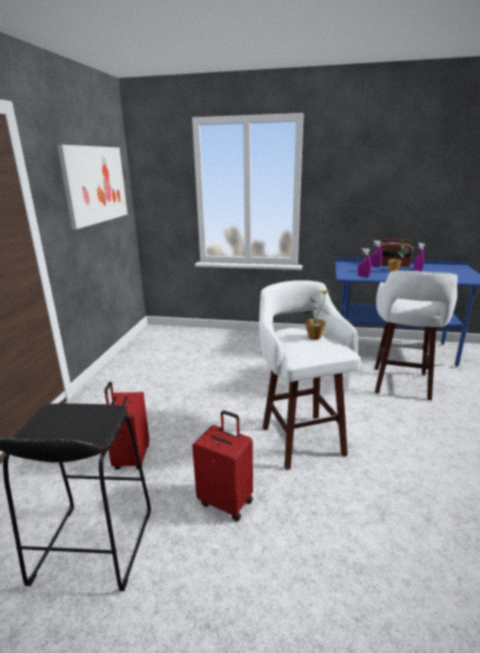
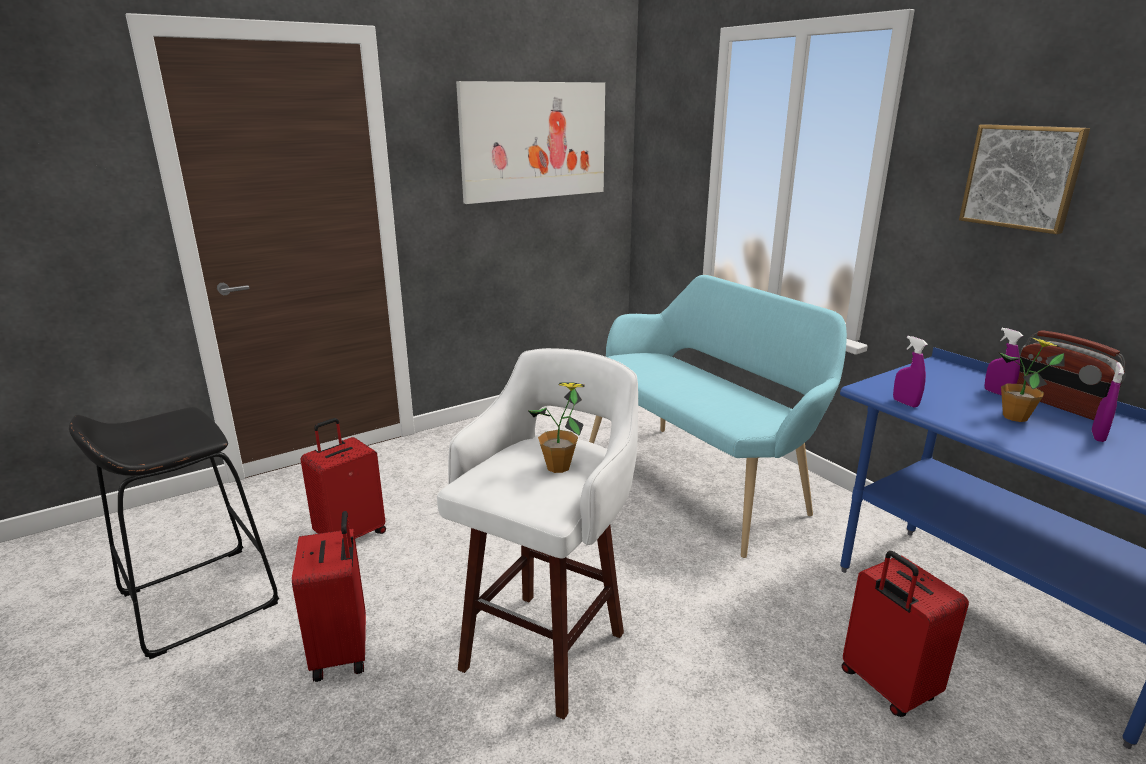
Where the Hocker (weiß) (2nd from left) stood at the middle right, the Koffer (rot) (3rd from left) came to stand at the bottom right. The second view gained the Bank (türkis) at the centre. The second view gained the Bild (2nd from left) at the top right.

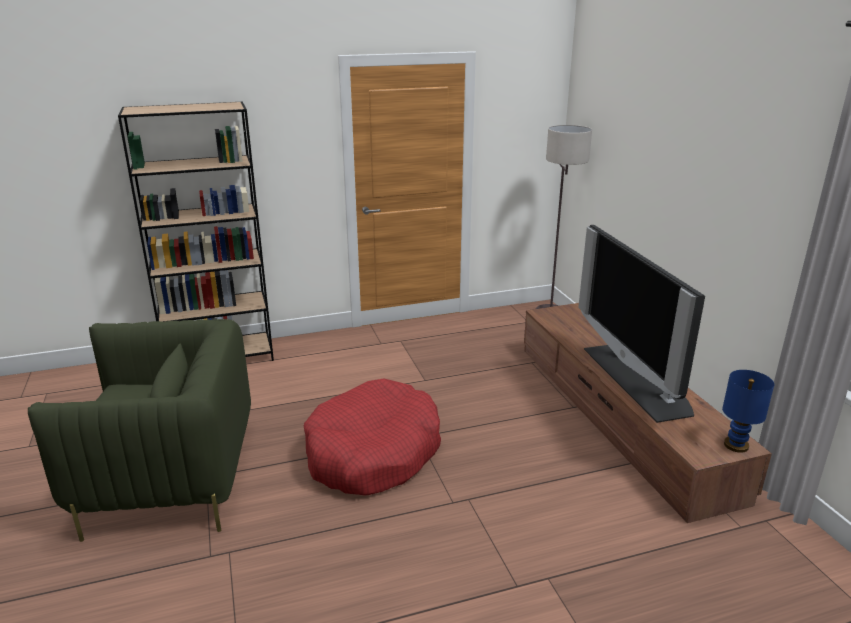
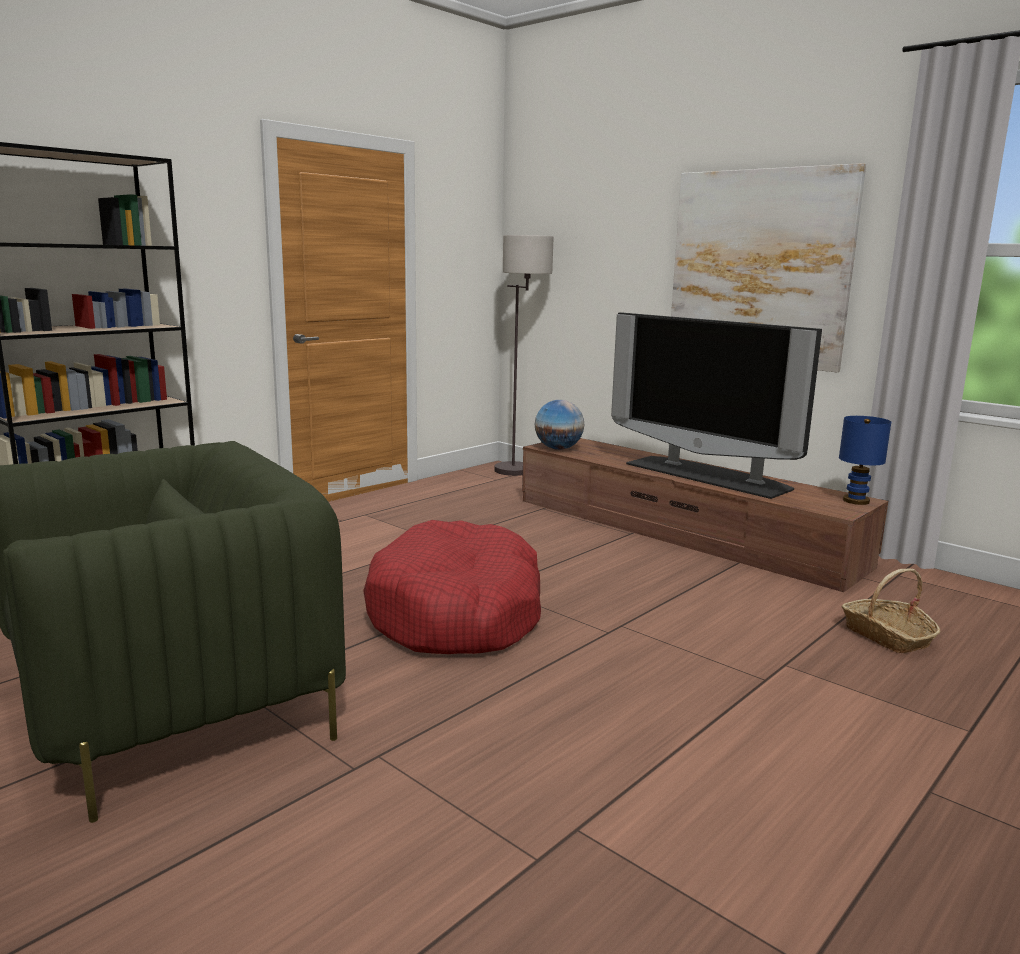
The second view gained the Globus at the centre. The second view gained the Bild at the top right. The second view gained the Korb at the middle right.

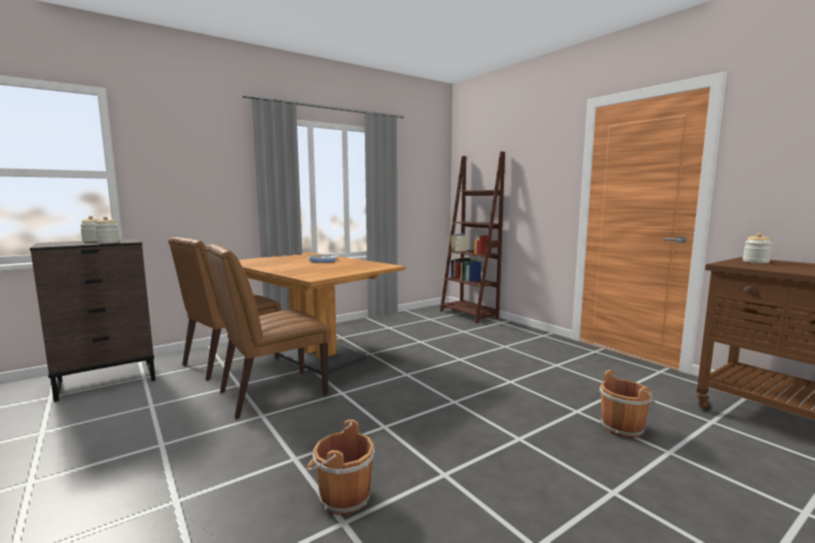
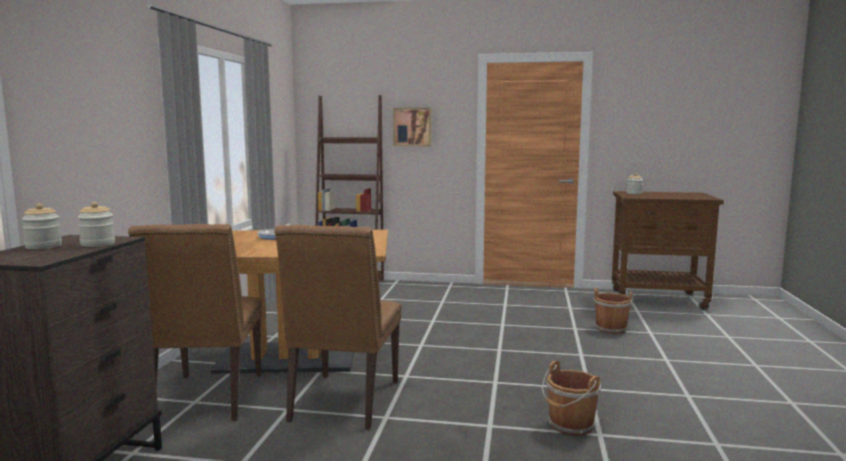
The second view gained the Bild at the top centre.

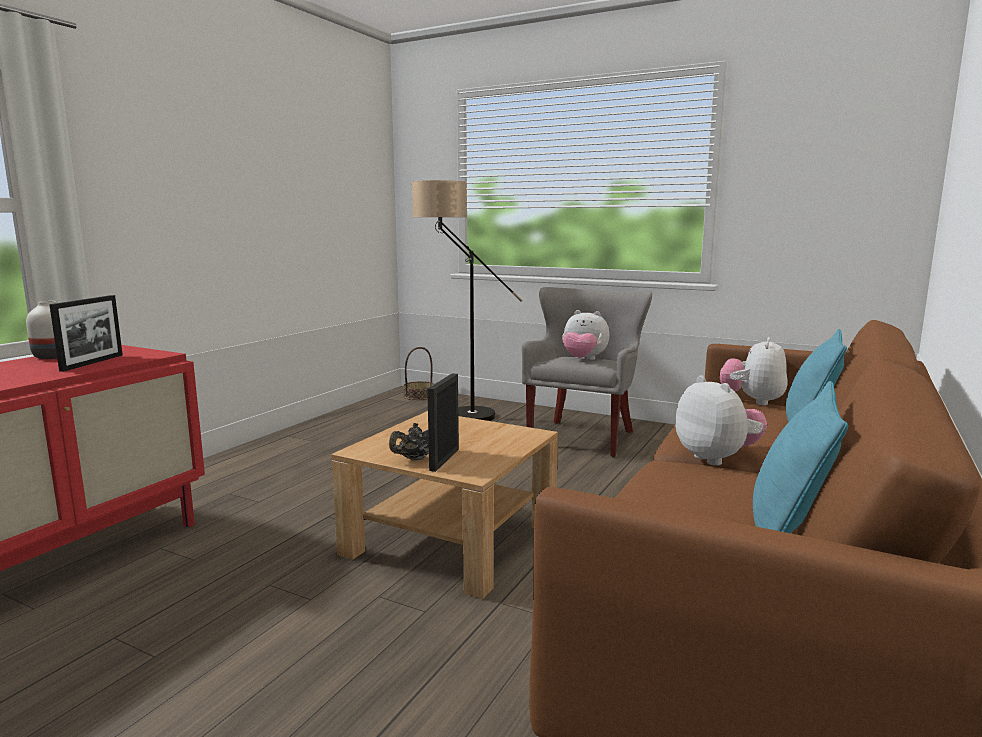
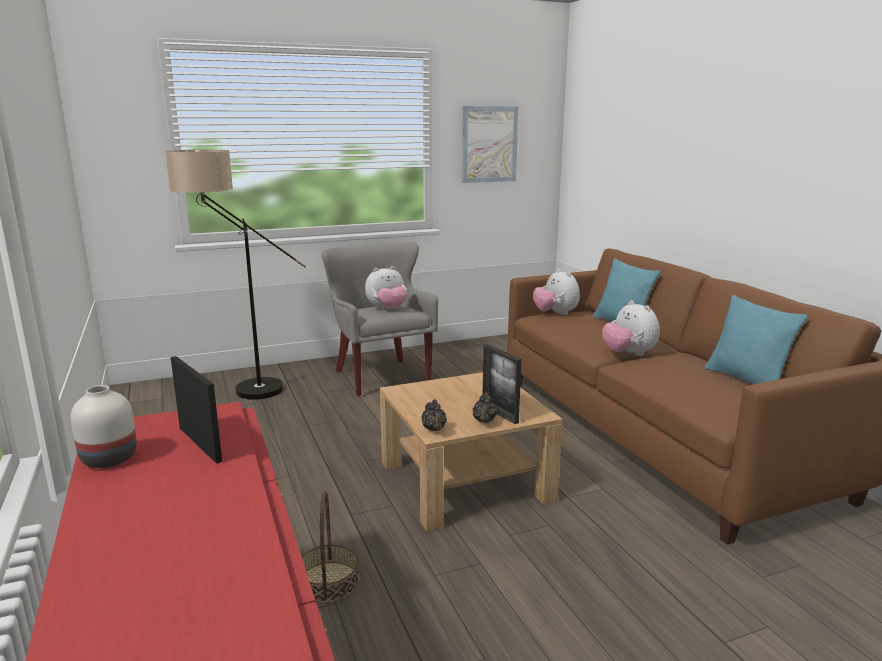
The Korb ended up elsewhere, having gone from the centre to the bottom centre. The Plüschtier (2nd from left in the first image) at the middle right ended up facing another way, 135 degrees counterclockwise from before. The second view gained the Teekanne (schwarz) (1st from left) at the centre. The second view gained the Bild at the top centre.

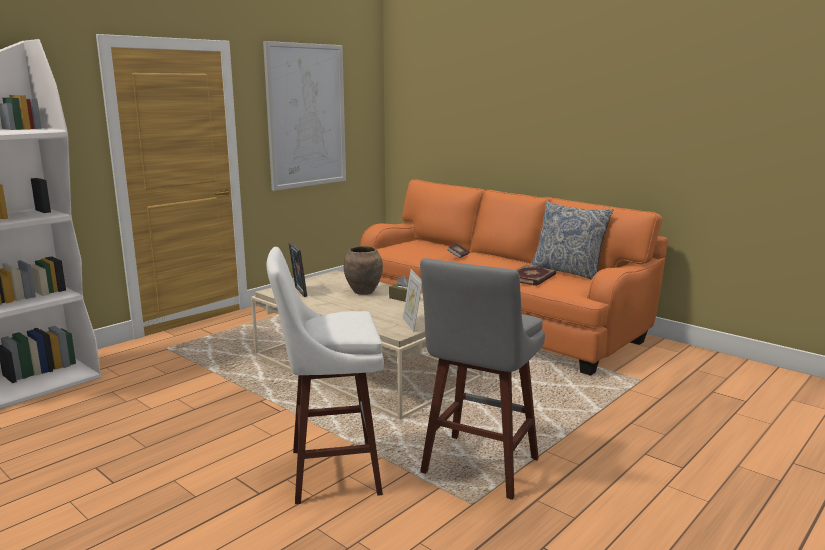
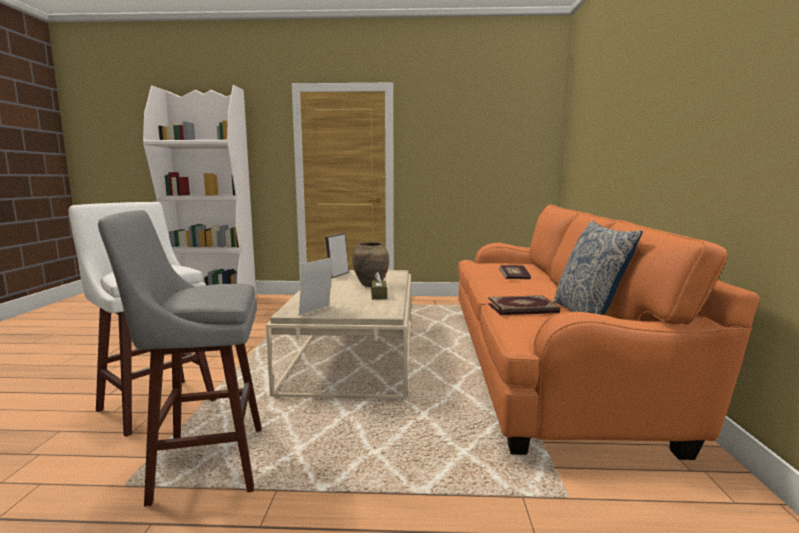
The second view lost the Bild at the top centre.

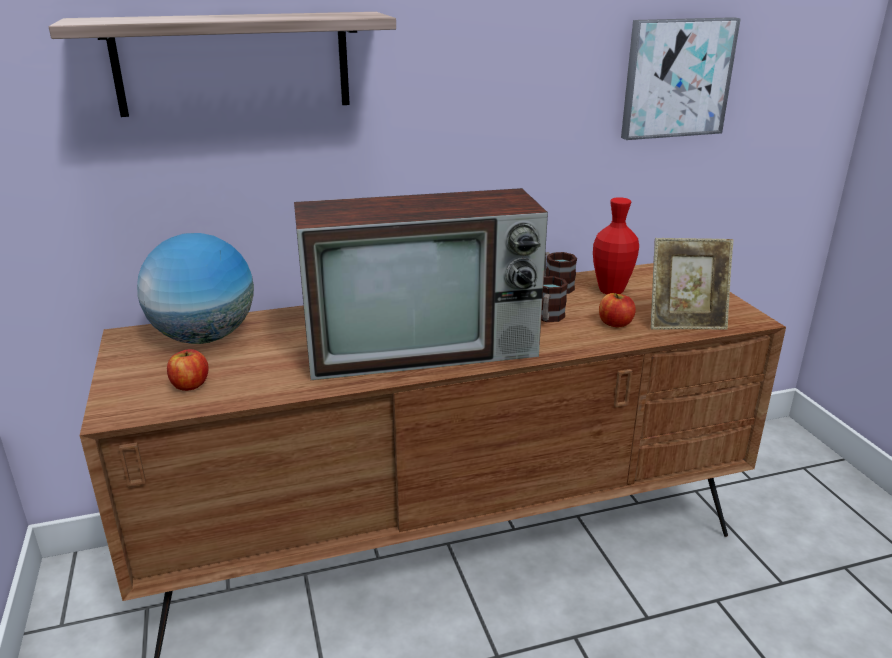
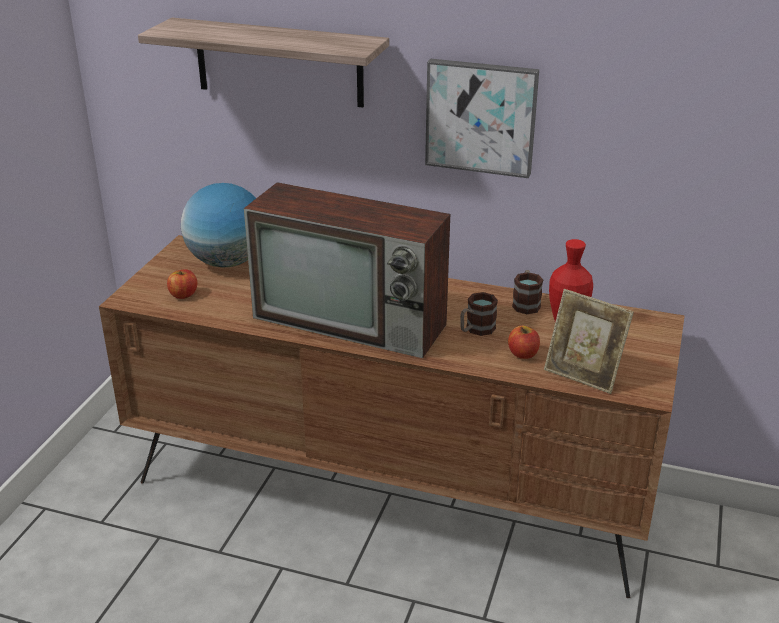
The Bild ended up elsewhere, having gone from the top right to the top centre.

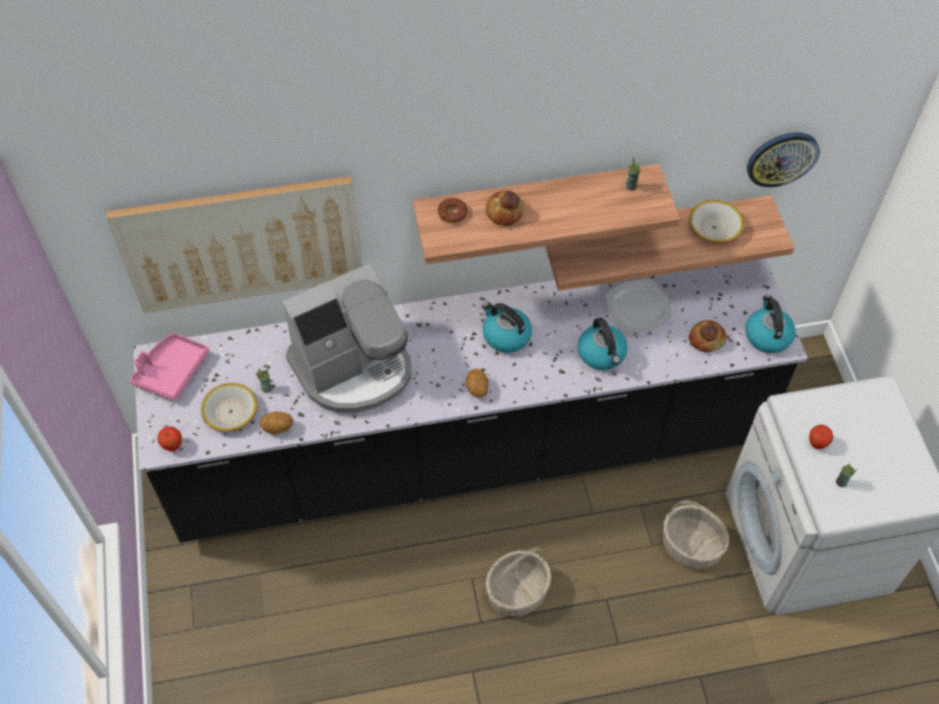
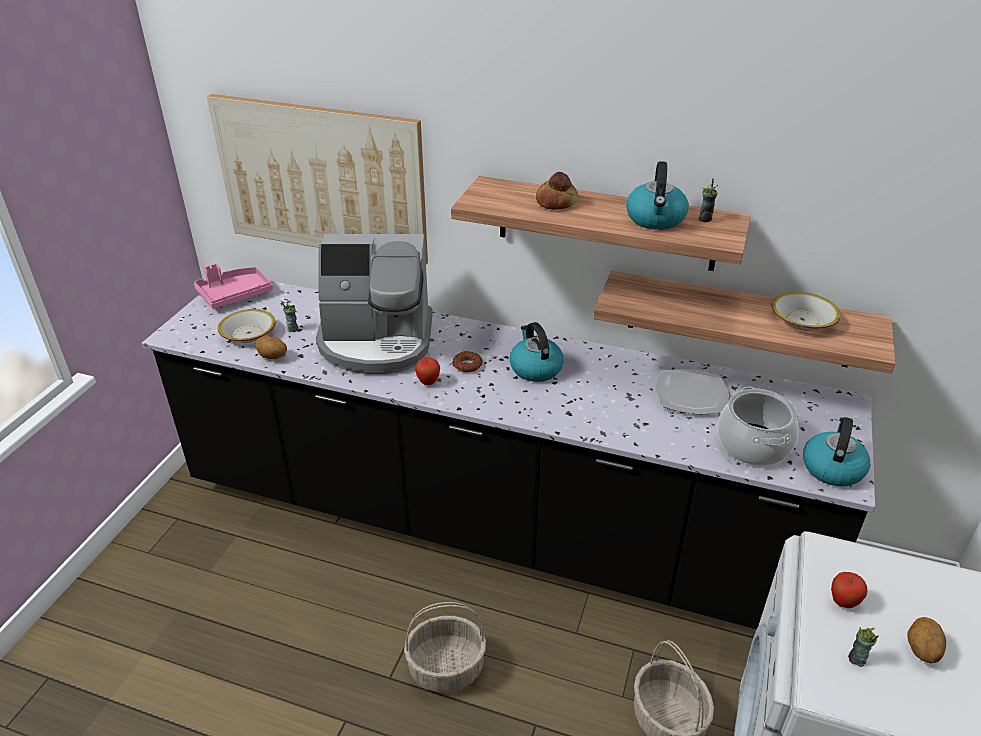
The Apfel (1st from left) ended up elsewhere, having gone from the middle left to the centre. The Donut ended up elsewhere, having gone from the top centre to the centre. The Kartoffel (2nd from left) ended up elsewhere, having gone from the centre to the bottom right. The Wasserkessel (2nd from left) ended up elsewhere, having gone from the centre to the top right. Where the Brot (2nd from left) stood at the middle right, the Kochtopf came to stand at the middle right. The second view lost the Wanduhr at the top right.

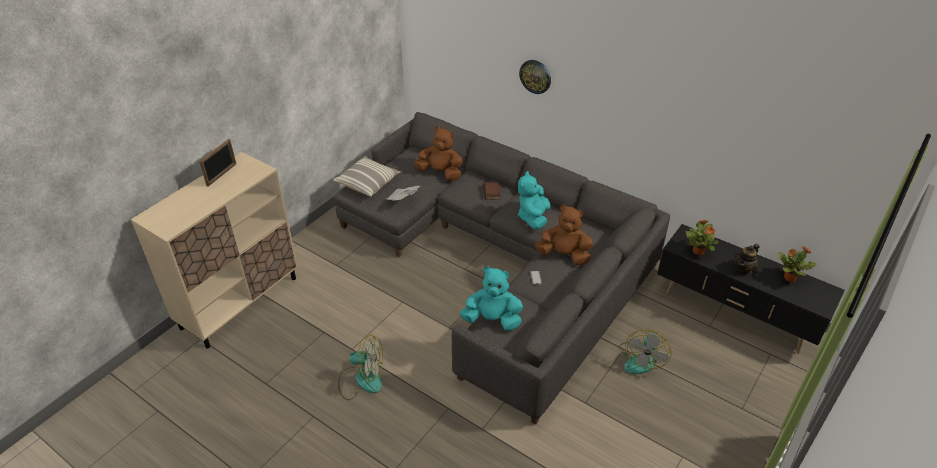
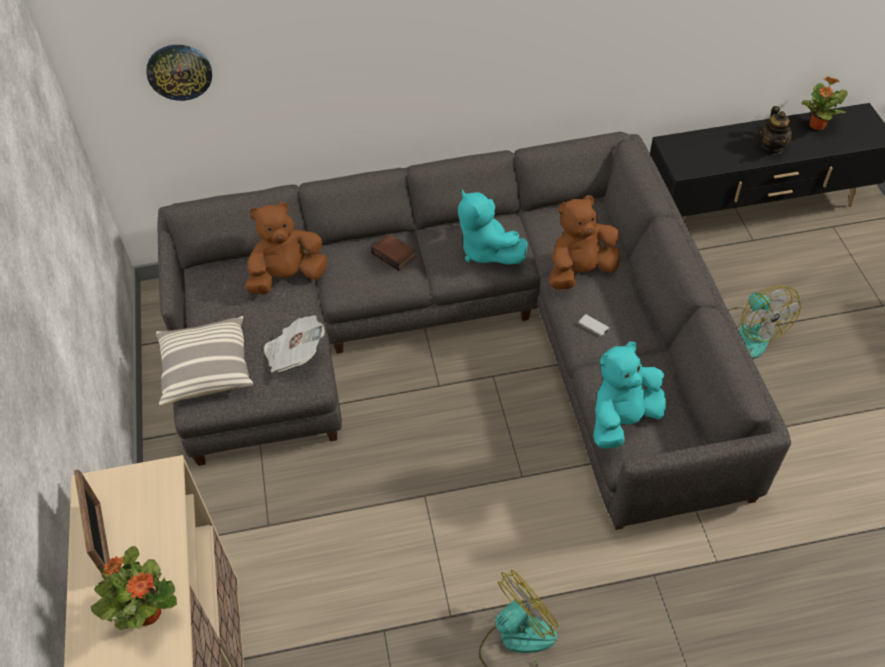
The Wanduhr ended up elsewhere, having gone from the top centre to the top left. The Topfpflanze (1st from left) ended up elsewhere, having gone from the middle right to the bottom left.

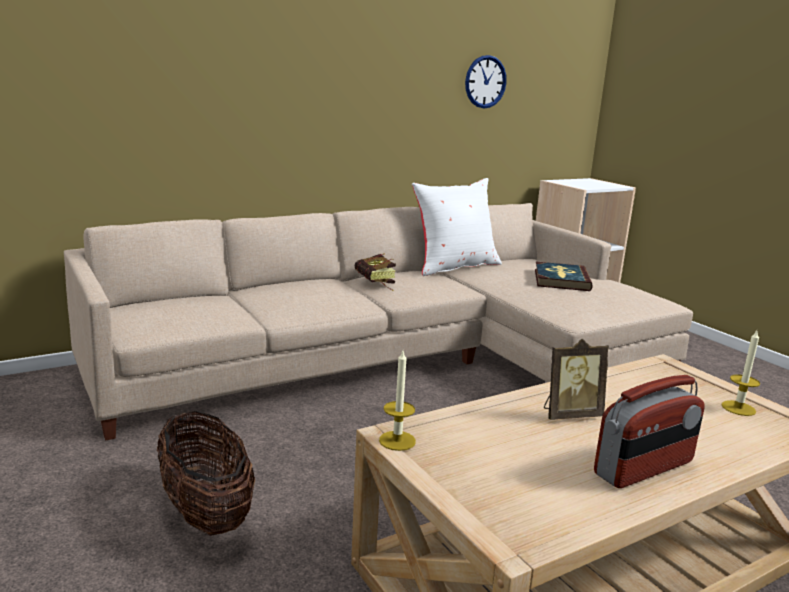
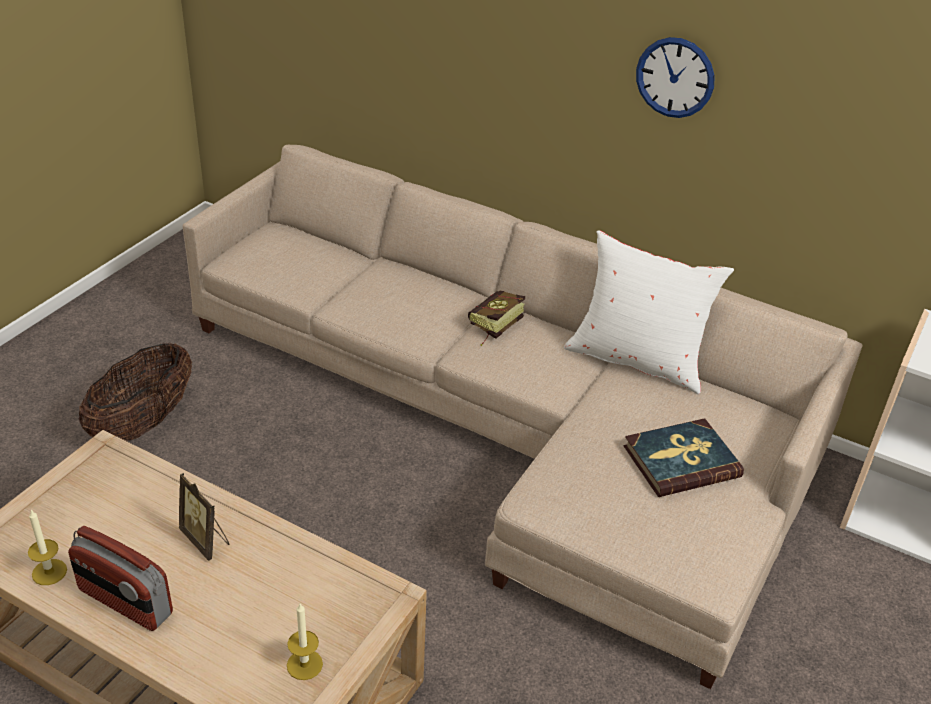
The Kerze (1st from left) ended up elsewhere, having gone from the bottom centre to the bottom left. The Wanduhr ended up elsewhere, having gone from the top centre to the top right.

